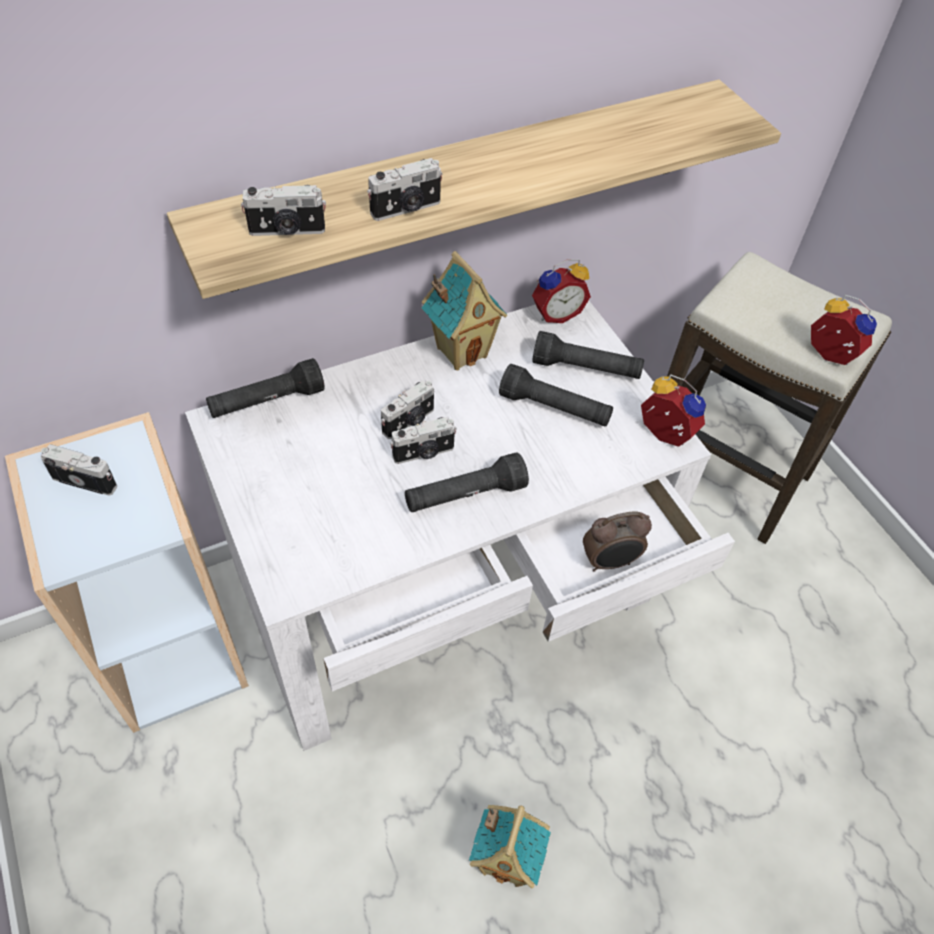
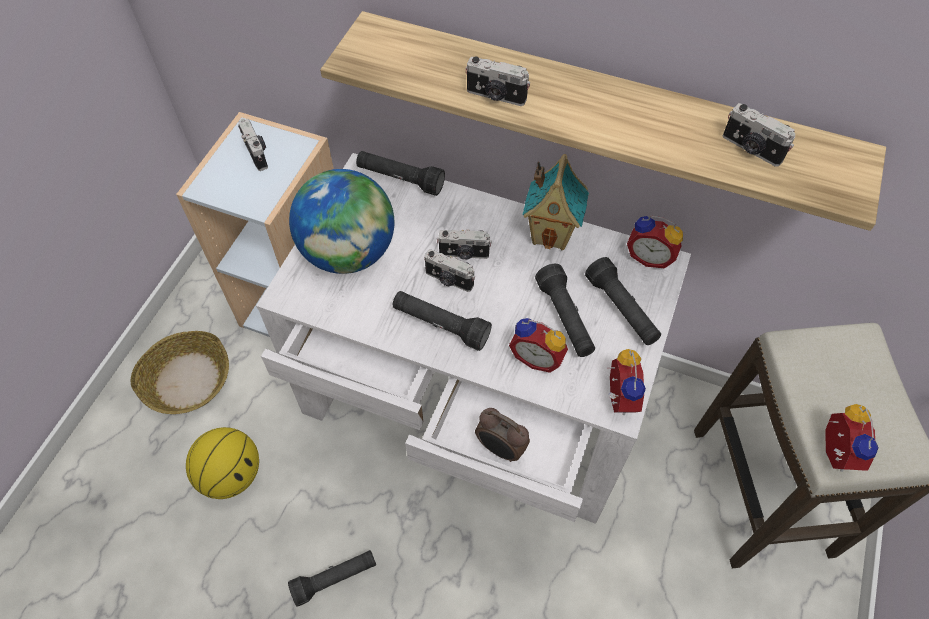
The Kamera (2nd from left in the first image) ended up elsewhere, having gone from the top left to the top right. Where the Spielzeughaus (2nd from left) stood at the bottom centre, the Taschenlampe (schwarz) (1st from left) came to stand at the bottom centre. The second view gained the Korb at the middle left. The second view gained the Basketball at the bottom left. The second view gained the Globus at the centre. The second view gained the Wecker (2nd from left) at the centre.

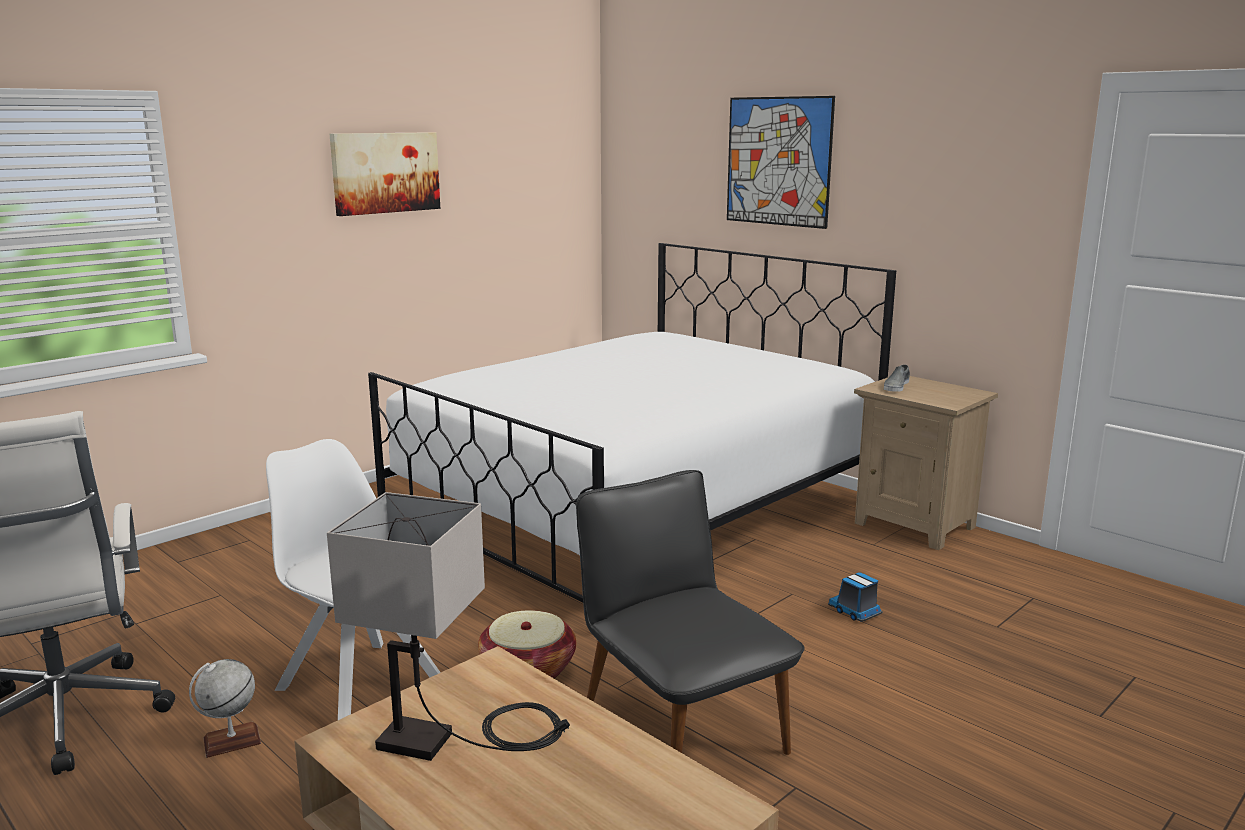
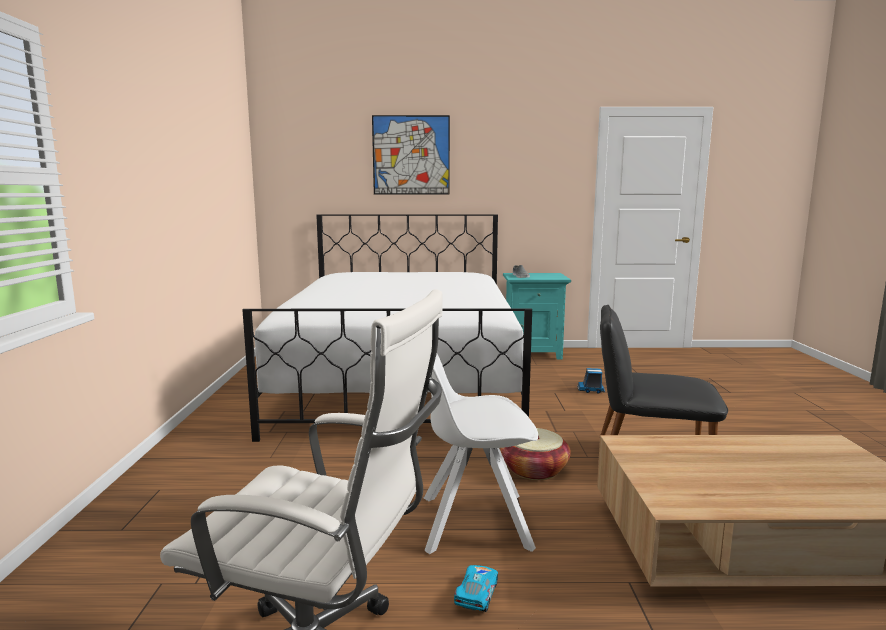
Where the Globus stood at the bottom left, the Spielzeugauto came to stand at the bottom centre. The second view lost the Tischlampe at the bottom centre. The second view lost the Bild (1st from left) at the top left. What was the Nachttisch (beige) at the middle right turned into the Nachttisch (türkis) at the centre.

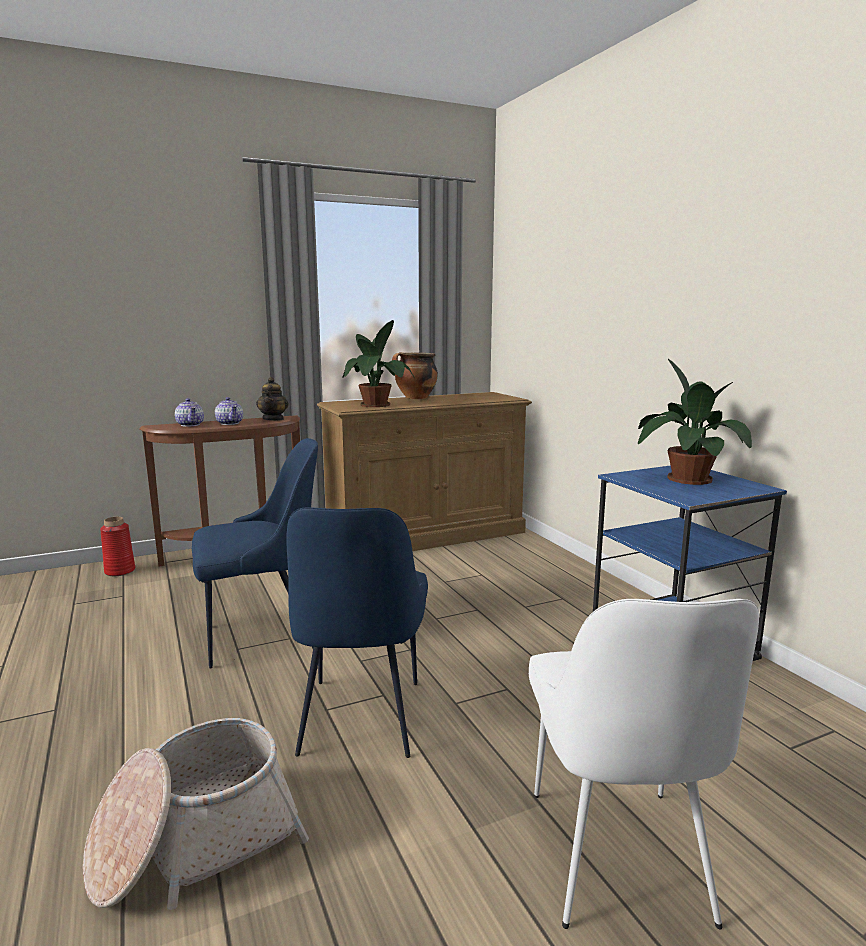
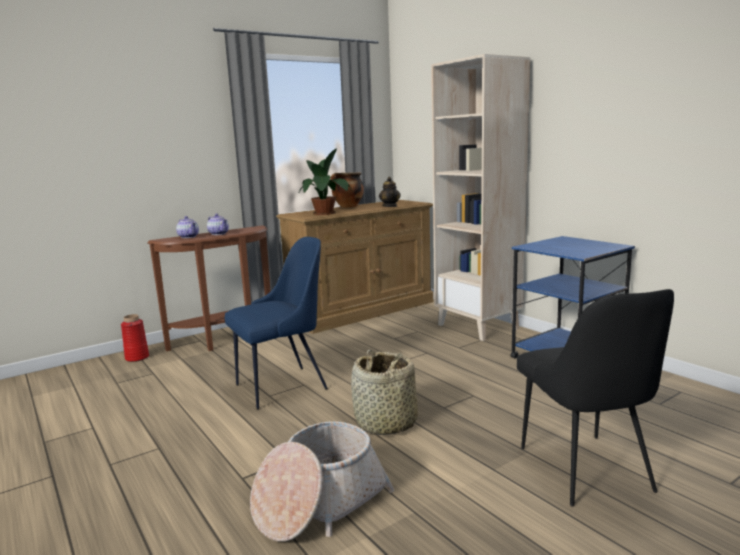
The Teekanne (3rd from left) ended up elsewhere, having gone from the middle left to the centre. Where the Stuhl (blau) (2nd from left) stood at the bottom centre, the Korb (2nd from left) came to stand at the bottom centre. What was the Stuhl (weiß) at the bottom right turned into the Stuhl (schwarz) at the bottom right. The second view lost the Topfpflanze (2nd from left) at the middle right. The second view gained the Bücherregal (beige) at the centre.

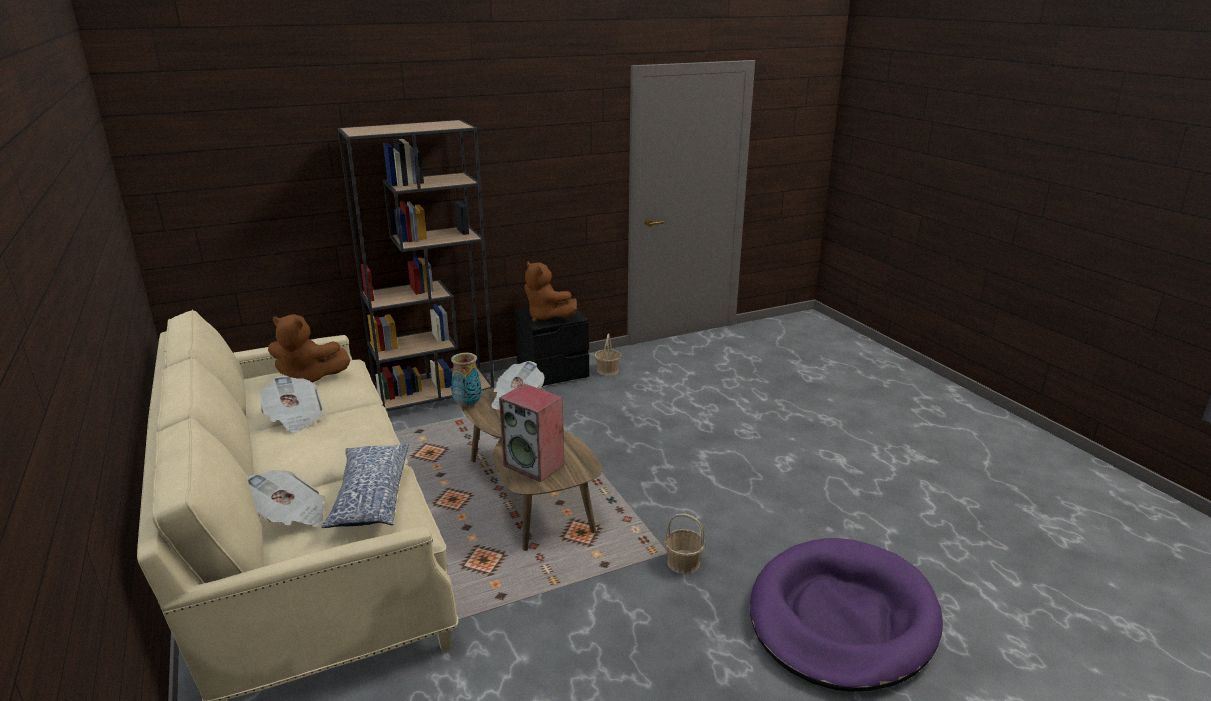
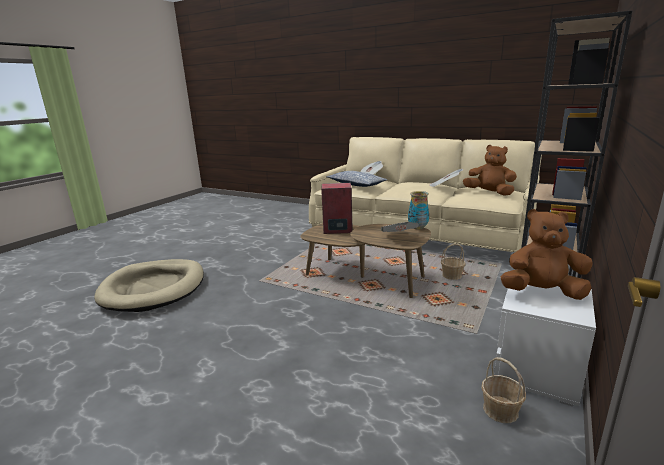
The Plüschtier (braun) (1st from left) at the middle left ended up facing another way, 60 degrees clockwise from before. What was the Nachttisch (schwarz) at the centre turned into the Nachttisch (weiß) at the bottom right. The Korb (2nd from left in the first image) ended up elsewhere, having gone from the bottom centre to the middle right. What was the Hundebett (lila) at the bottom right turned into the Hundebett (beige) at the middle left.

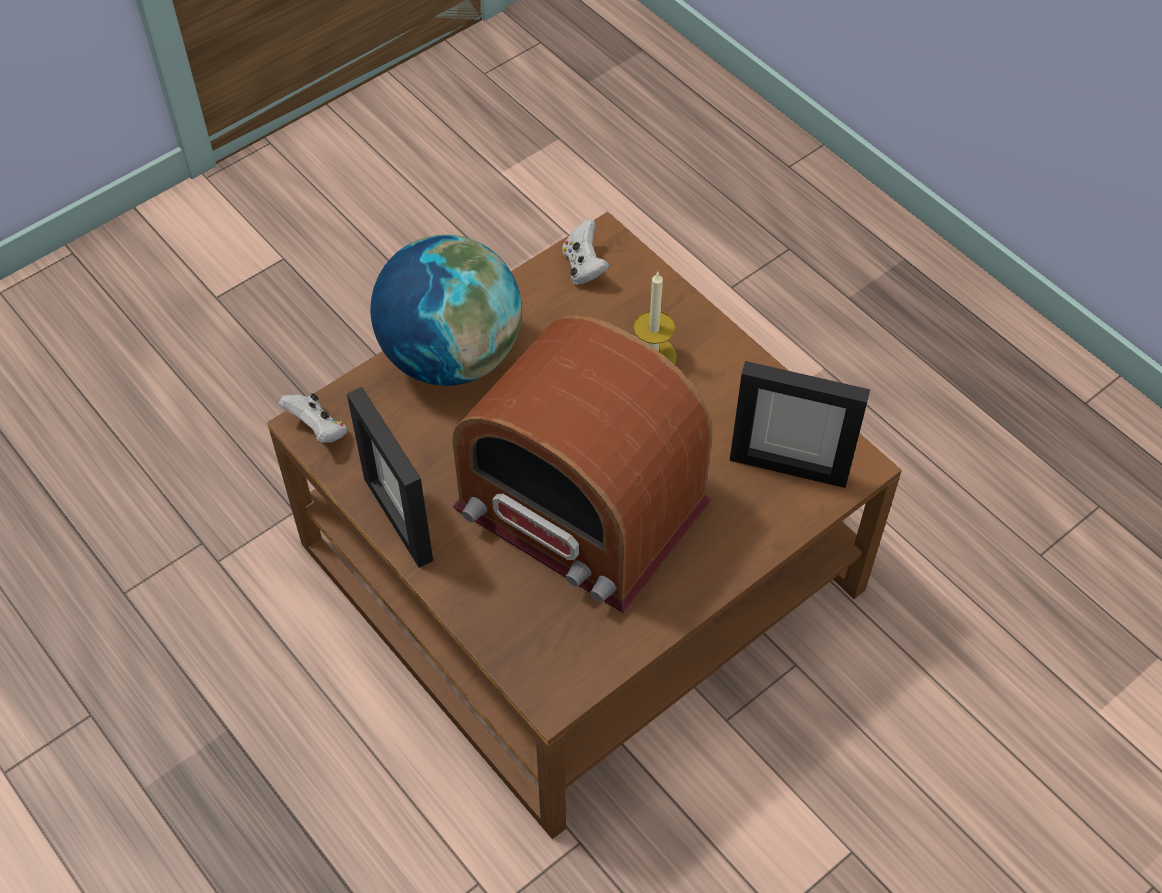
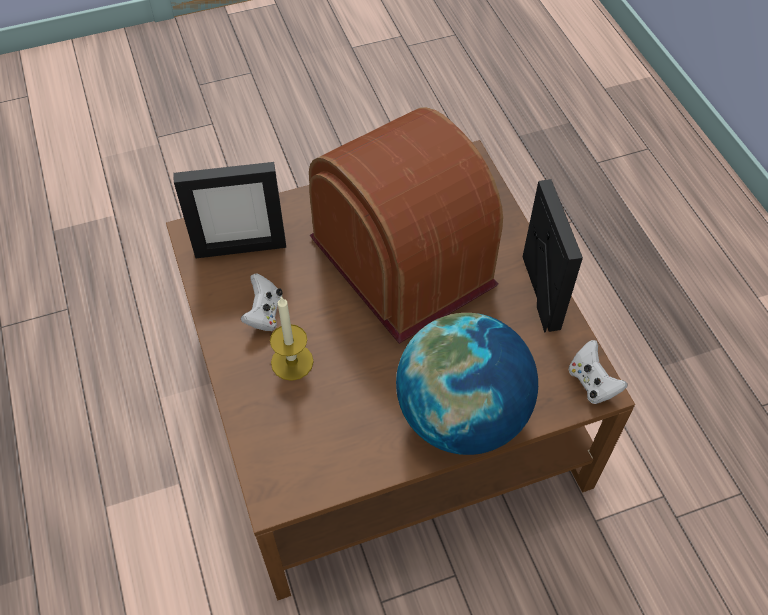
The Gamepad (weiß) (2nd from left in the first image) ended up elsewhere, having gone from the top centre to the centre. The Bilderrahmen (2nd from left in the first image) at the middle right ended up facing another way, 135 degrees clockwise from before.

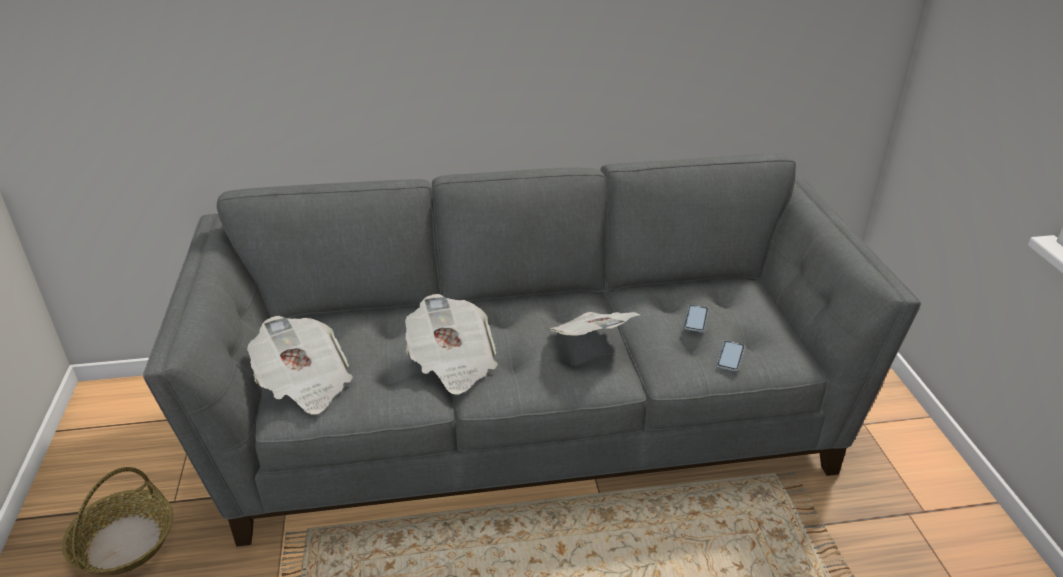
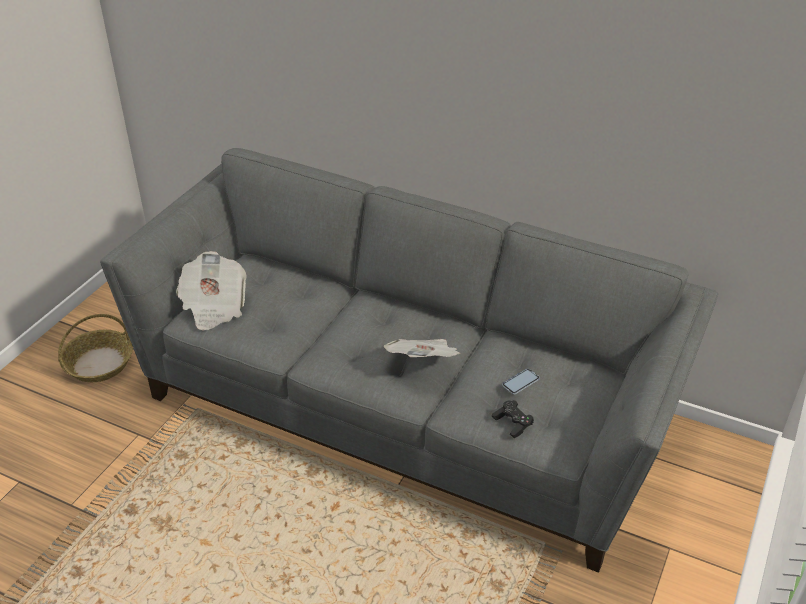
The second view lost the Zeitung (2nd from left) at the centre. Where the Handy (2nd from left) stood at the middle right, the Gamepad (schwarz) came to stand at the bottom centre.

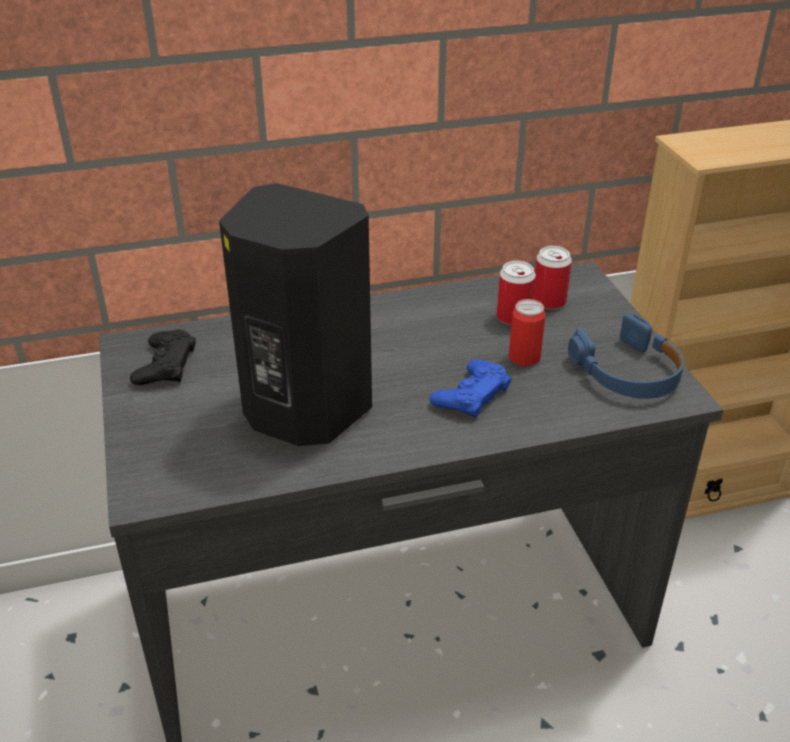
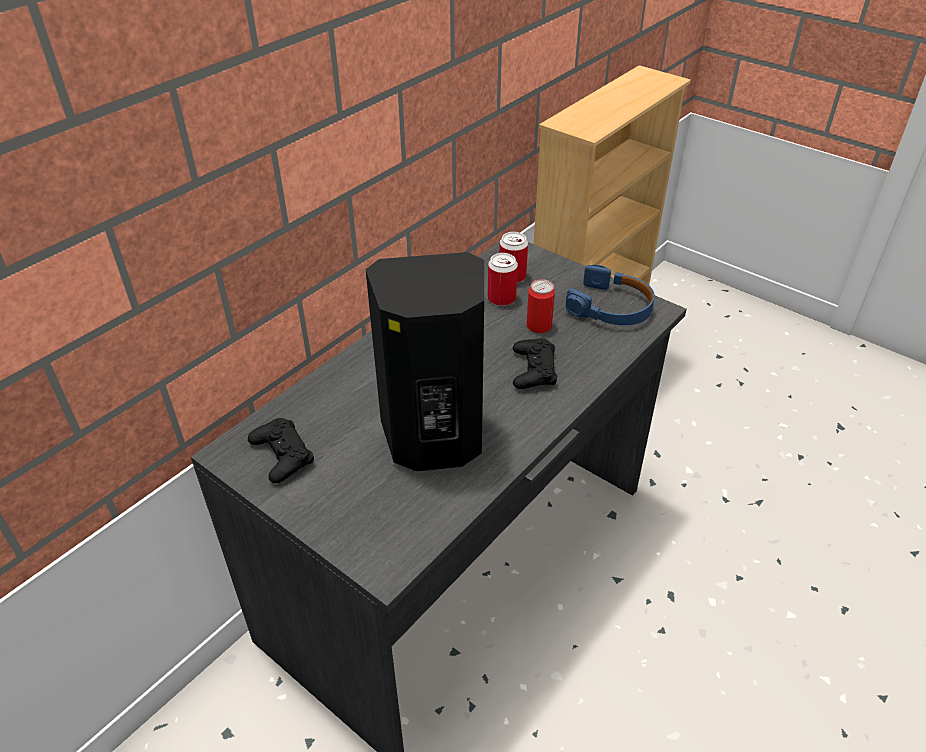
What was the Gamepad (blau) at the centre turned into the Gamepad (schwarz) (2nd from left) at the centre.

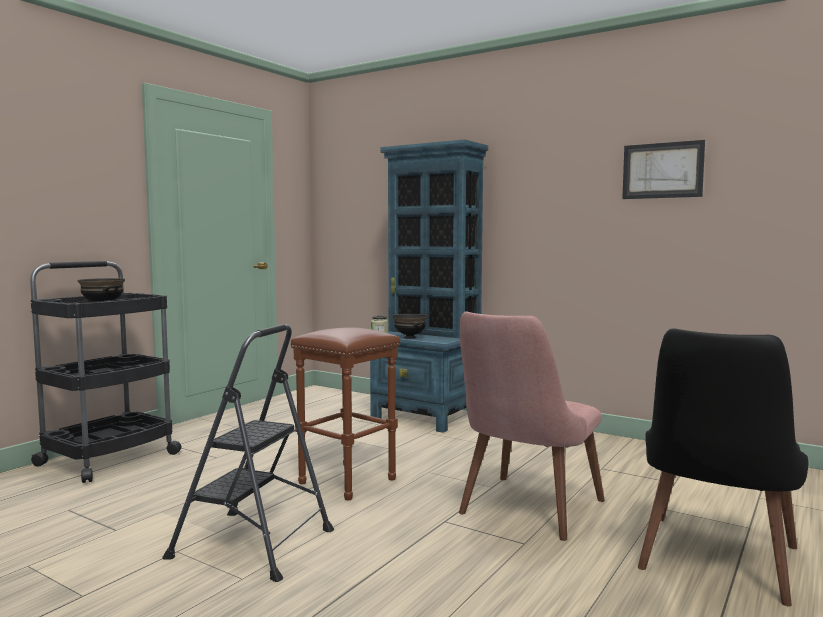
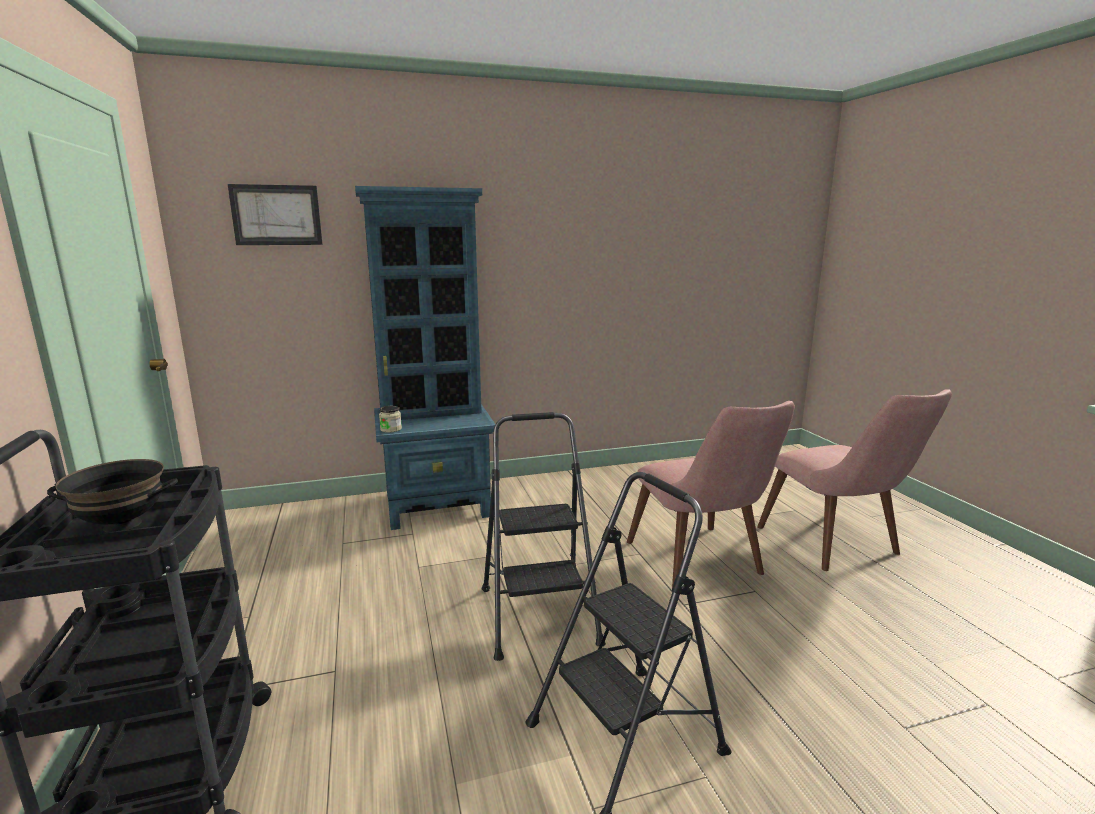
Where the Hocker (braun) stood at the bottom centre, the Trittleiter (schwarz) (1st from left) came to stand at the centre. The second view lost the Schüssel (schwarz) (2nd from left) at the centre. The Bild ended up elsewhere, having gone from the top right to the top left. What was the Stuhl (schwarz) at the bottom right turned into the Stuhl (rosa) (2nd from left) at the middle right.

